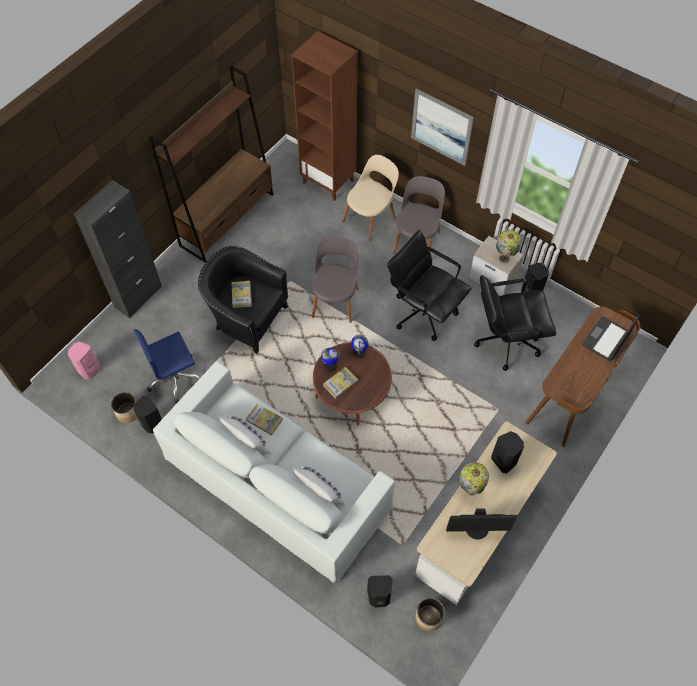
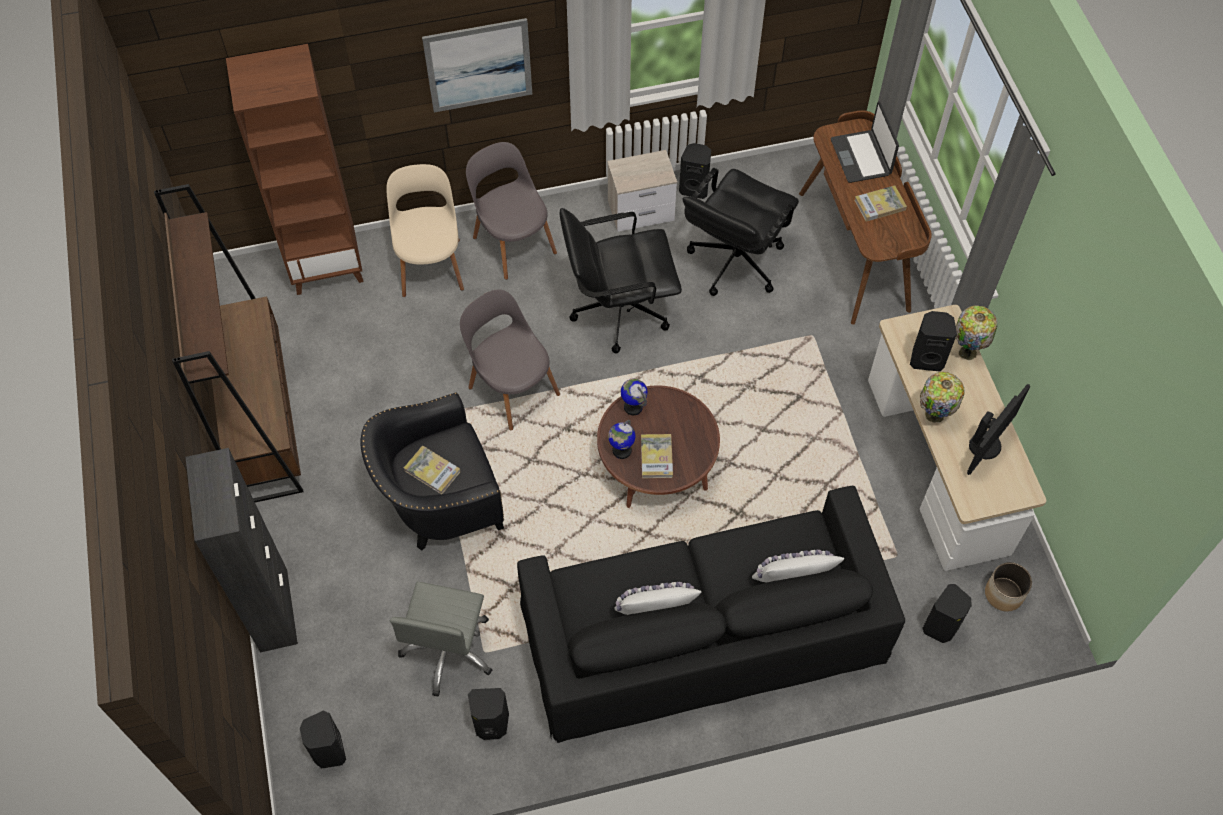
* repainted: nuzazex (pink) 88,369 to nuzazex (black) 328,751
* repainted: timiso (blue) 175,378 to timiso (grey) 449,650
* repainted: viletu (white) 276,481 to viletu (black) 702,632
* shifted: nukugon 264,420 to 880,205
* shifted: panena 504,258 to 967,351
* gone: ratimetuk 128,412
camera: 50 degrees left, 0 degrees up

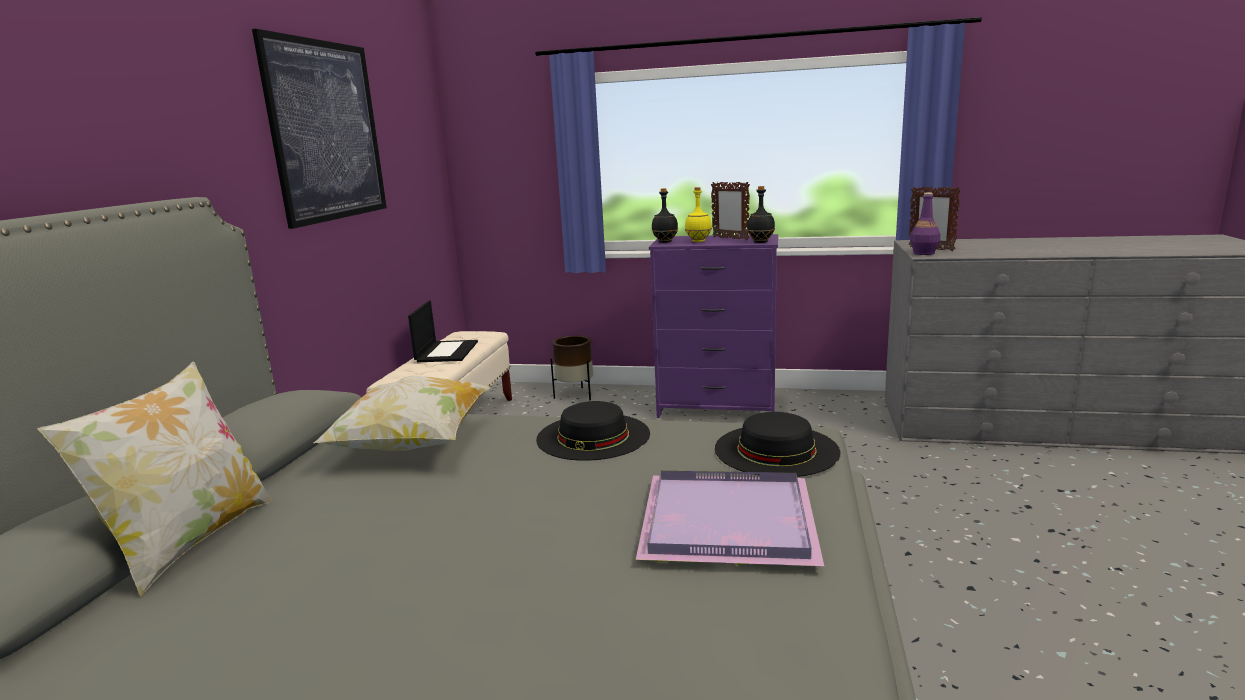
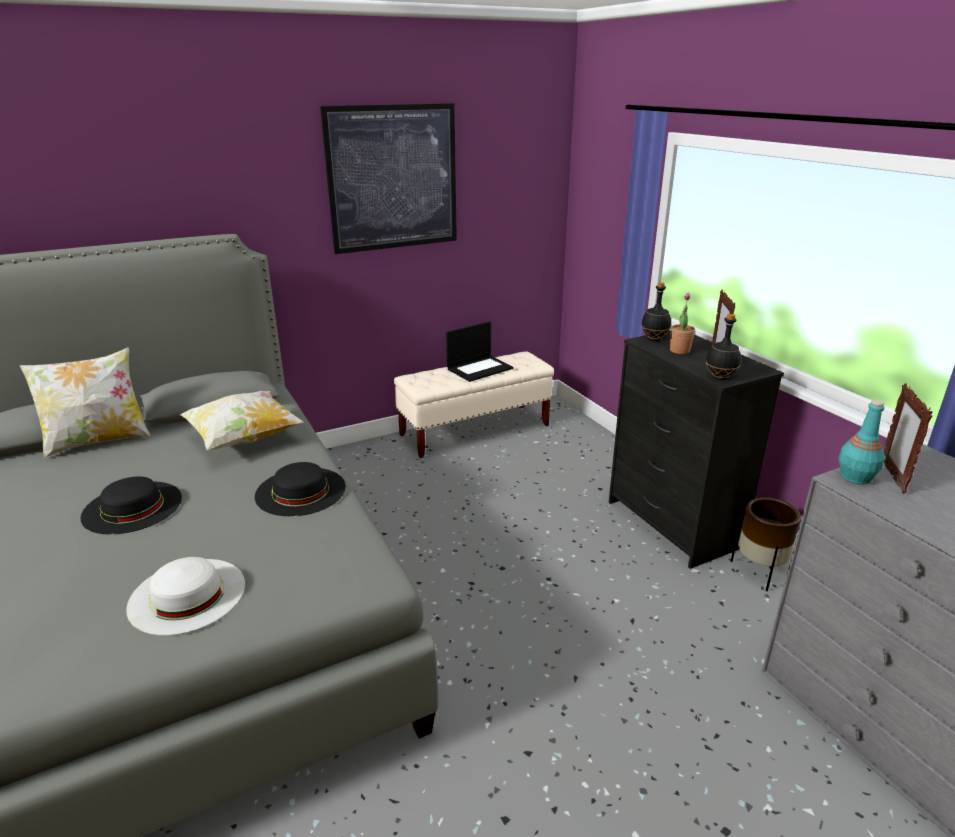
* shifted: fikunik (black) 776,450 to 132,507
* swapped: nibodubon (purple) 724,524 to fikunik (white) 187,595
* repainted: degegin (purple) 717,408 to degegin (black) 672,524
* swapped: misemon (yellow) 698,241 to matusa 679,350
* shifted: ratimetuk (brown) 576,395 to 759,572
* repainted: misemon (purple) 923,253 to misemon (turquoise) 855,477
camera: 50 degrees right, 10 degrees up

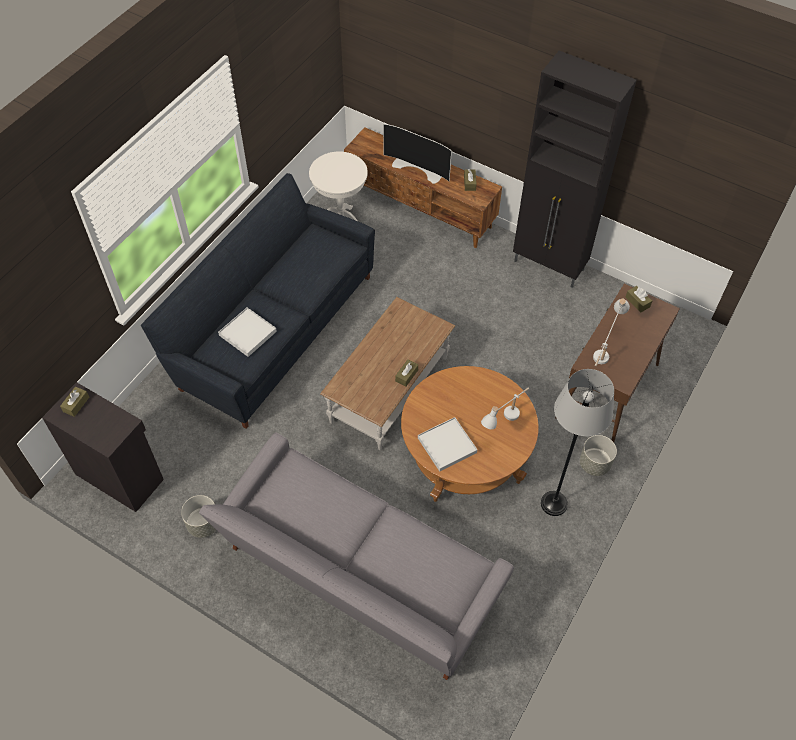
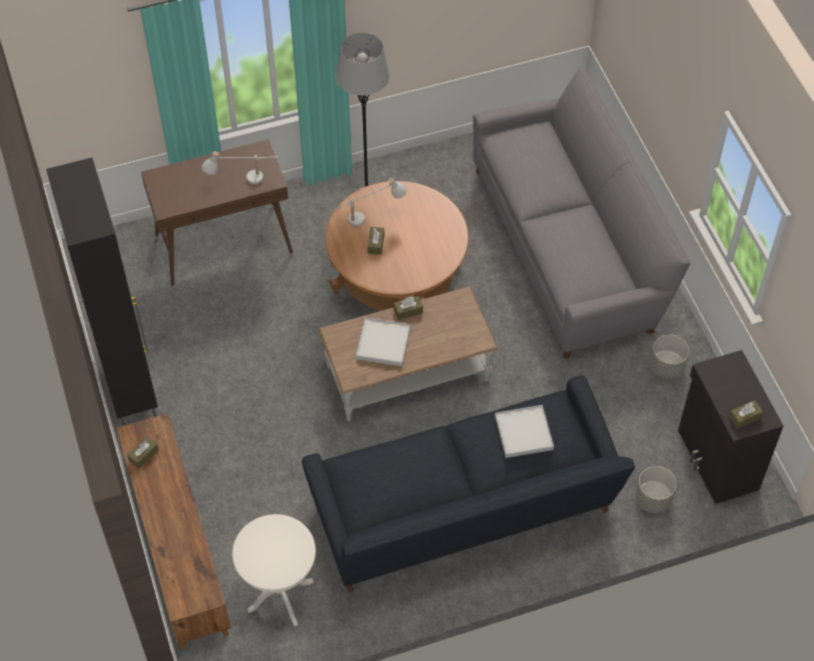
* shifted: nibodubon (white) 447,445 to 383,343
* shifted: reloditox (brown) 637,302 to 376,244
* shifted: ratimetuk (grey) 594,463 to 653,500
* gone: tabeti 418,168
camera: 140 degrees left, 0 degrees up

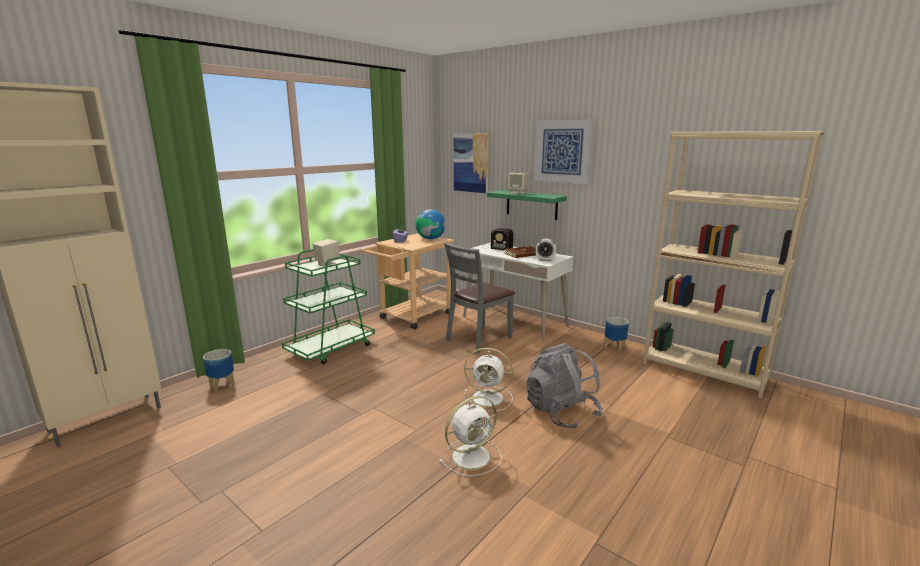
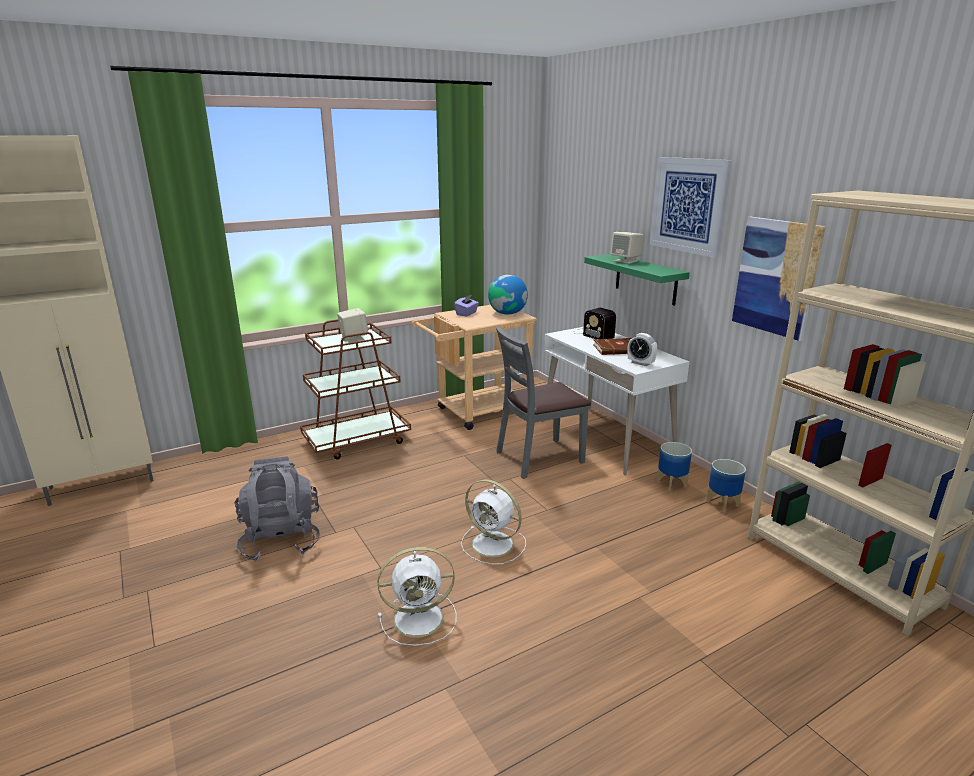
* shifted: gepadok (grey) 561,412 to 281,539
* repainted: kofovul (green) 331,349 to kofovul (brown) 357,440
* shifted: ratimetuk 222,385 to 671,484
* shifted: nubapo 471,162 to 776,277
camera: 20 degrees right, 5 degrees up

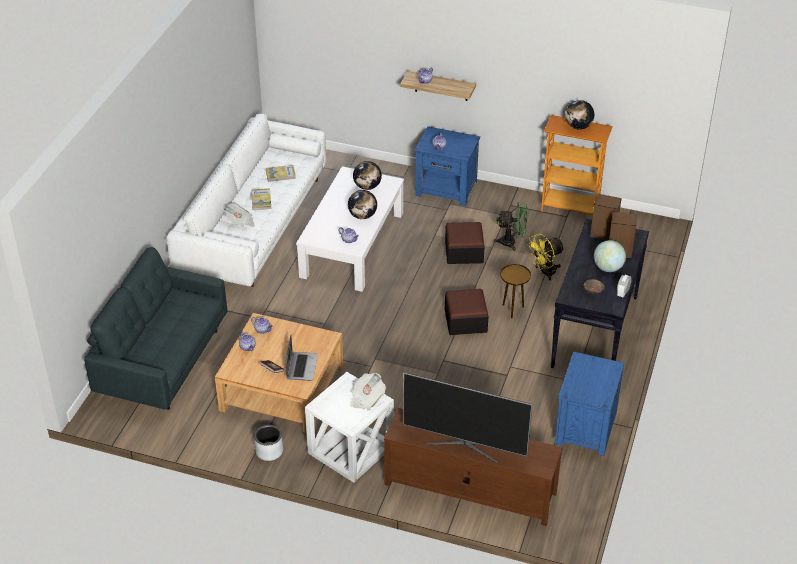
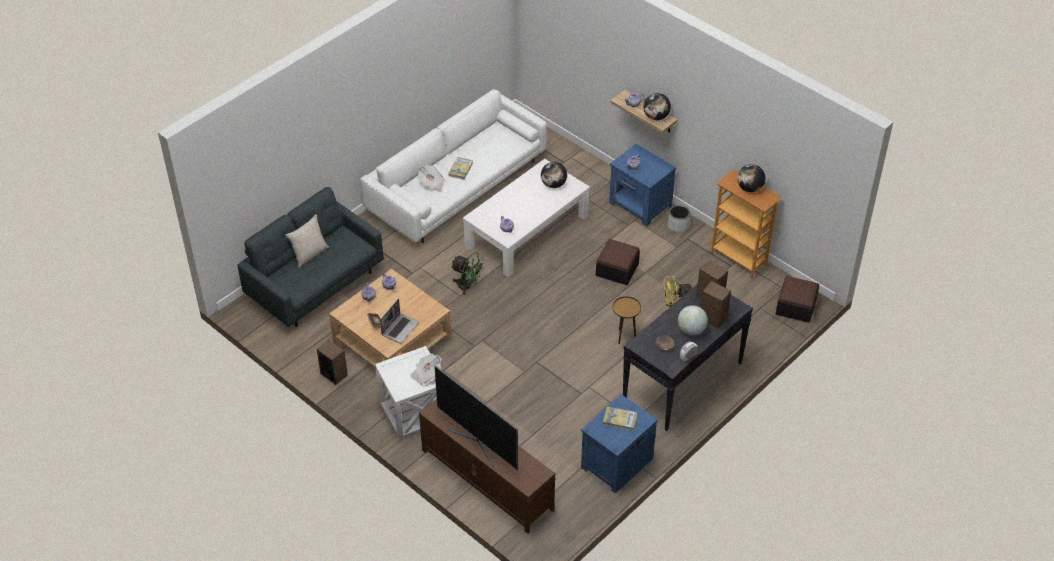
* new: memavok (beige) 309,254
* new: nuzazex 334,374
* shifted: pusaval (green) 512,242 to 468,286
* shifted: nukugon 280,174 to 620,419
* shifted: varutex 362,216 to 656,117
* shifted: ratimetuk (grey) 269,451 to 678,225
* shifted: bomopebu 465,321 to 796,307
camera: 25 degrees right, 5 degrees up

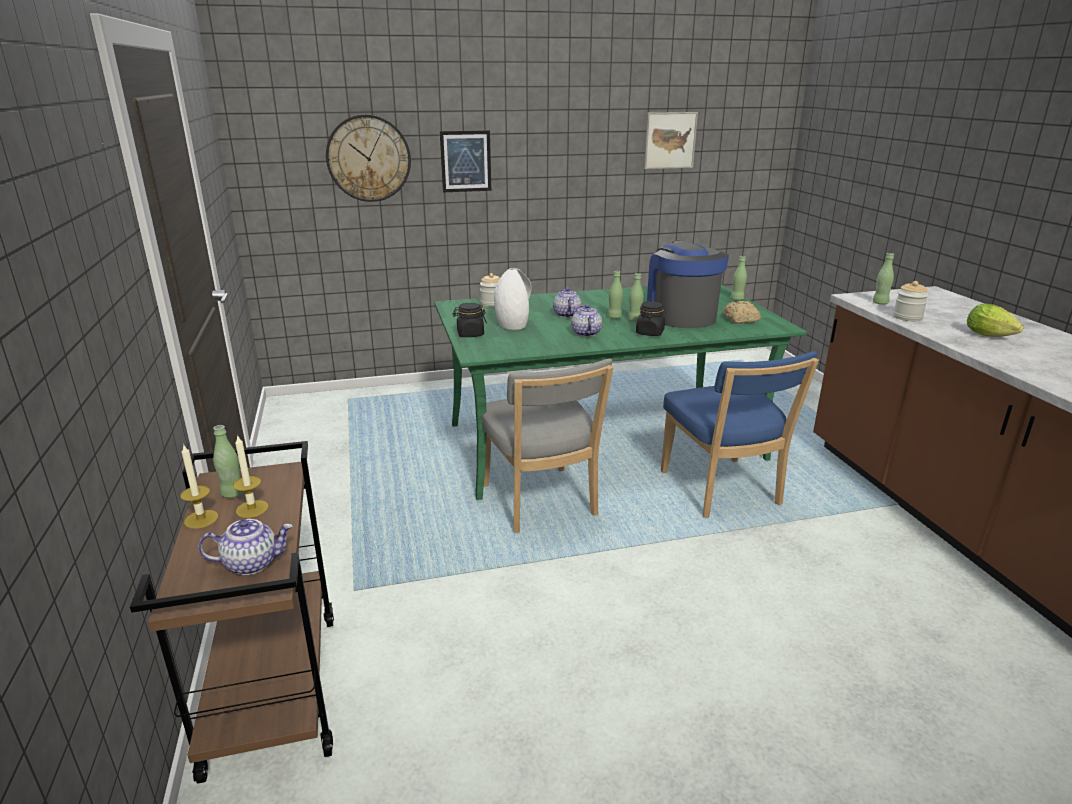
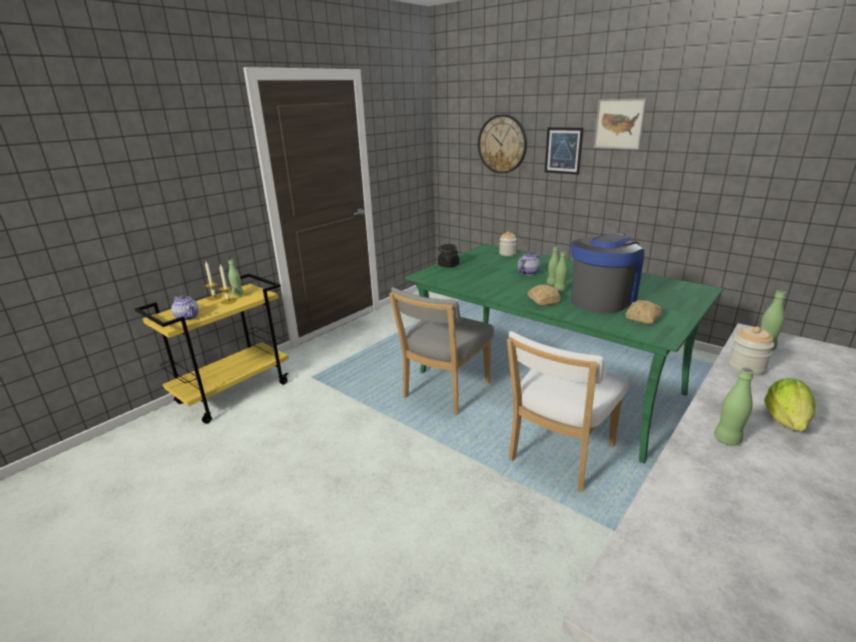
* repainted: kofovul (brown) 272,691 to kofovul (yellow) 234,392
* repainted: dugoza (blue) 722,491 to dugoza (white) 558,455
* swapped: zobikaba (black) 650,333 to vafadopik 543,300
* shifted: nubapo 670,140 to 619,124
* shifted: misemon (green) 737,299 to 727,439
* gone: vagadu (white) 513,325
* gone: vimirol 585,333
camera: 55 degrees right, 0 degrees up

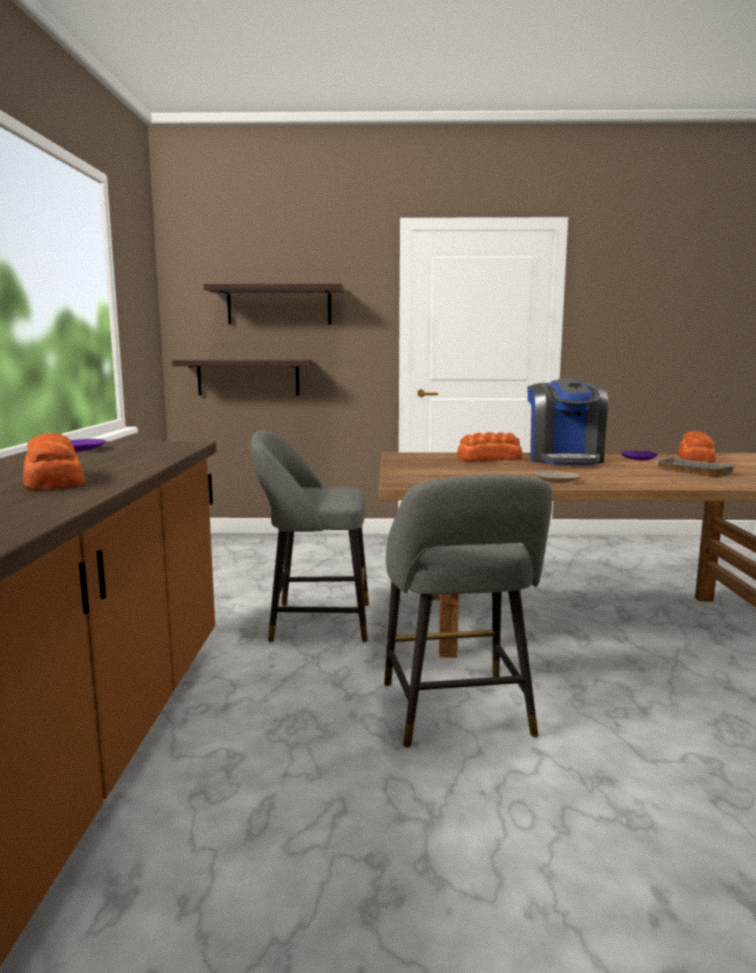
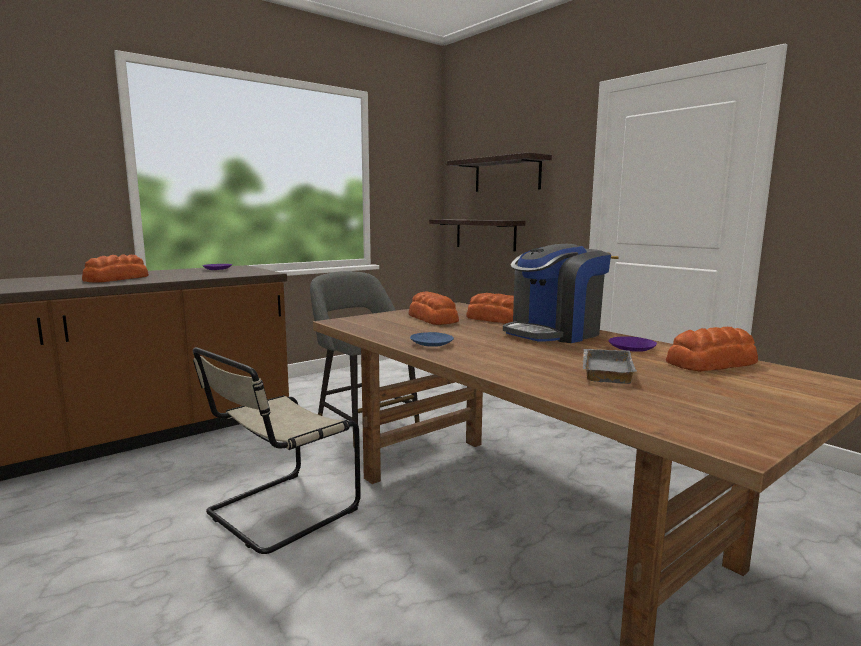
* swapped: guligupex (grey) 458,714 to dugoza (beige) 277,512
* new: vafadopik 432,318
* repainted: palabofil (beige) 556,481 to palabofil (blue) 431,344
camera: 50 degrees right, 0 degrees up

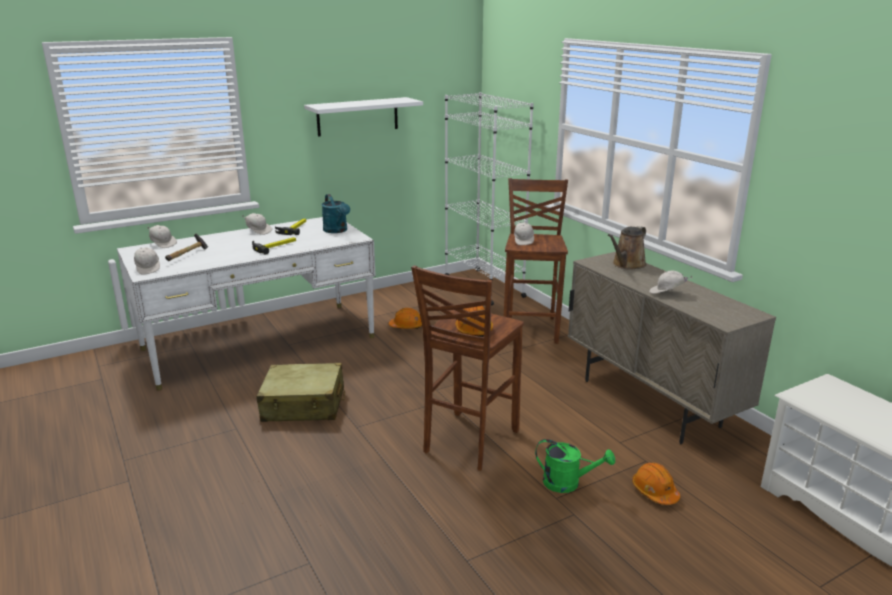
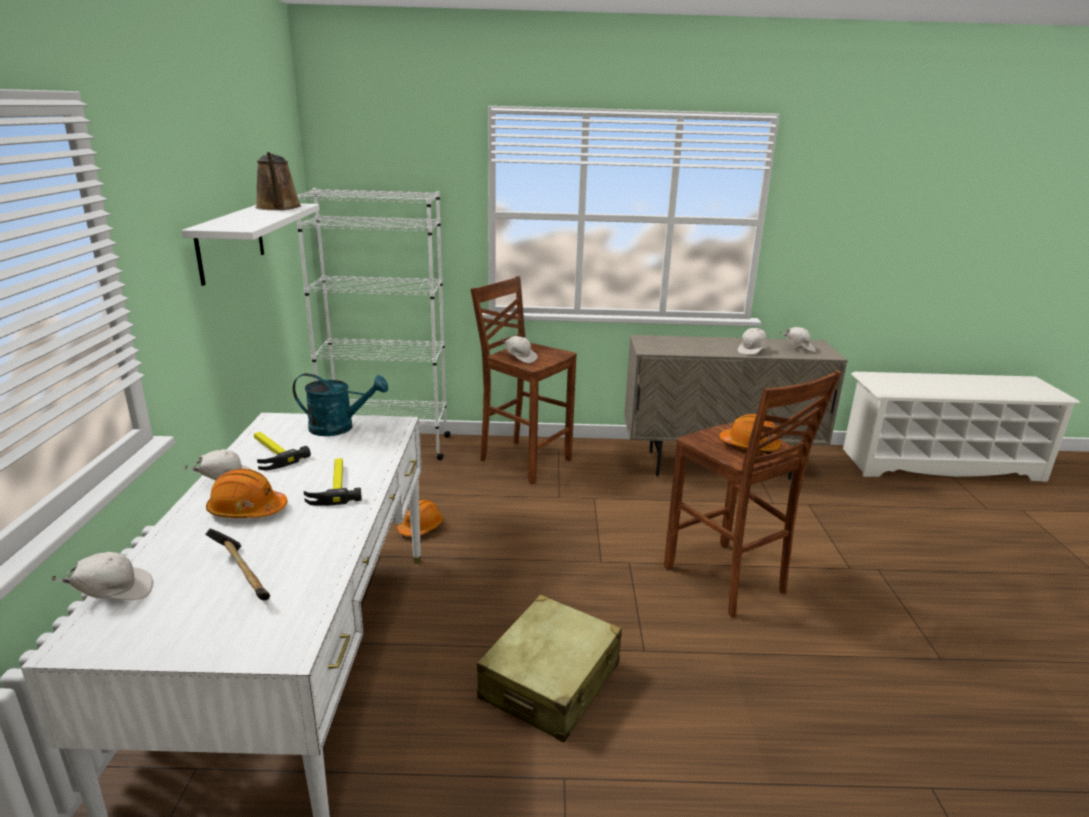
* shifted: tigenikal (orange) 654,491 to 247,510
* shifted: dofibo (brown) 627,265 to 278,208
* shifted: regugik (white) 148,268 to 798,348
* gone: dofibo (green) 568,483
camera: 60 degrees left, 0 degrees up

